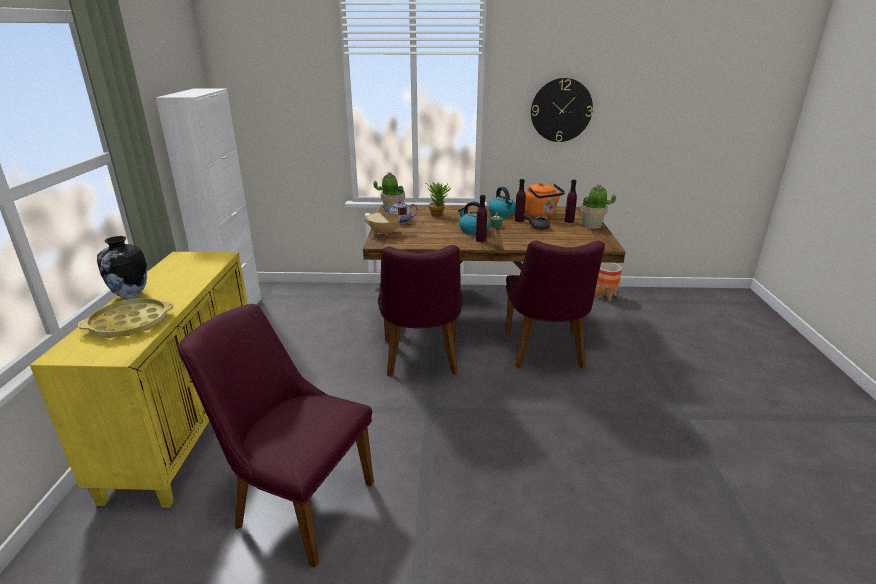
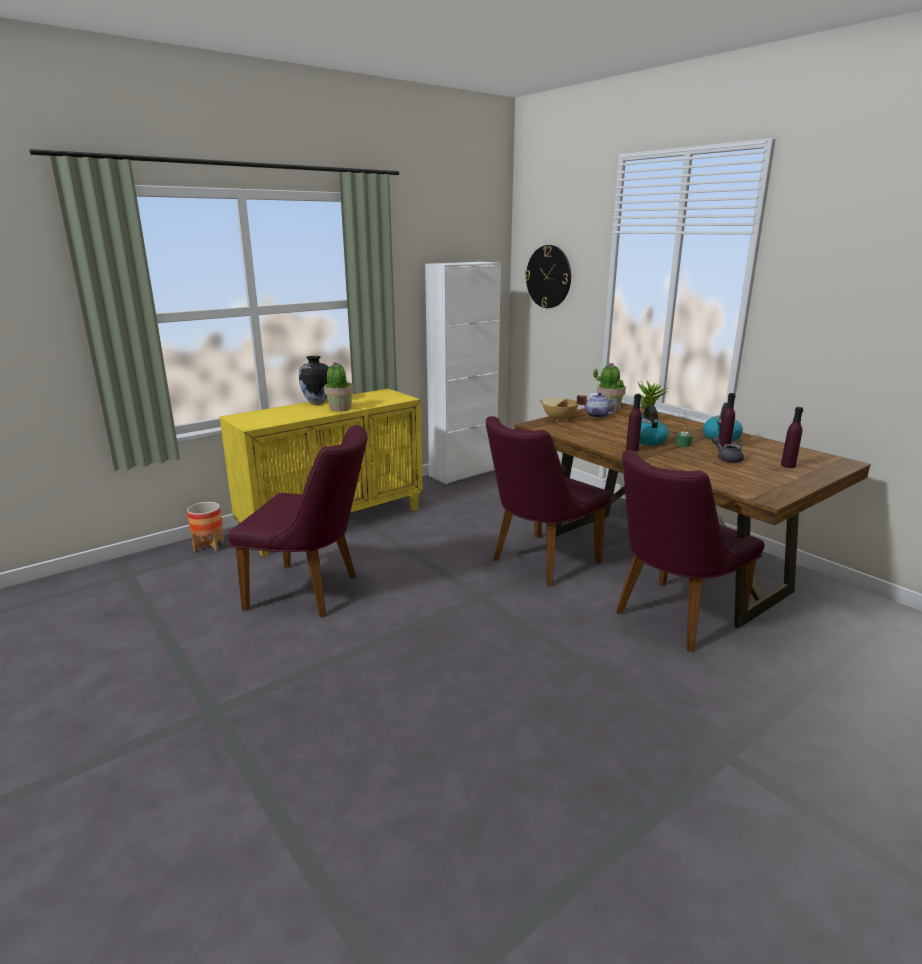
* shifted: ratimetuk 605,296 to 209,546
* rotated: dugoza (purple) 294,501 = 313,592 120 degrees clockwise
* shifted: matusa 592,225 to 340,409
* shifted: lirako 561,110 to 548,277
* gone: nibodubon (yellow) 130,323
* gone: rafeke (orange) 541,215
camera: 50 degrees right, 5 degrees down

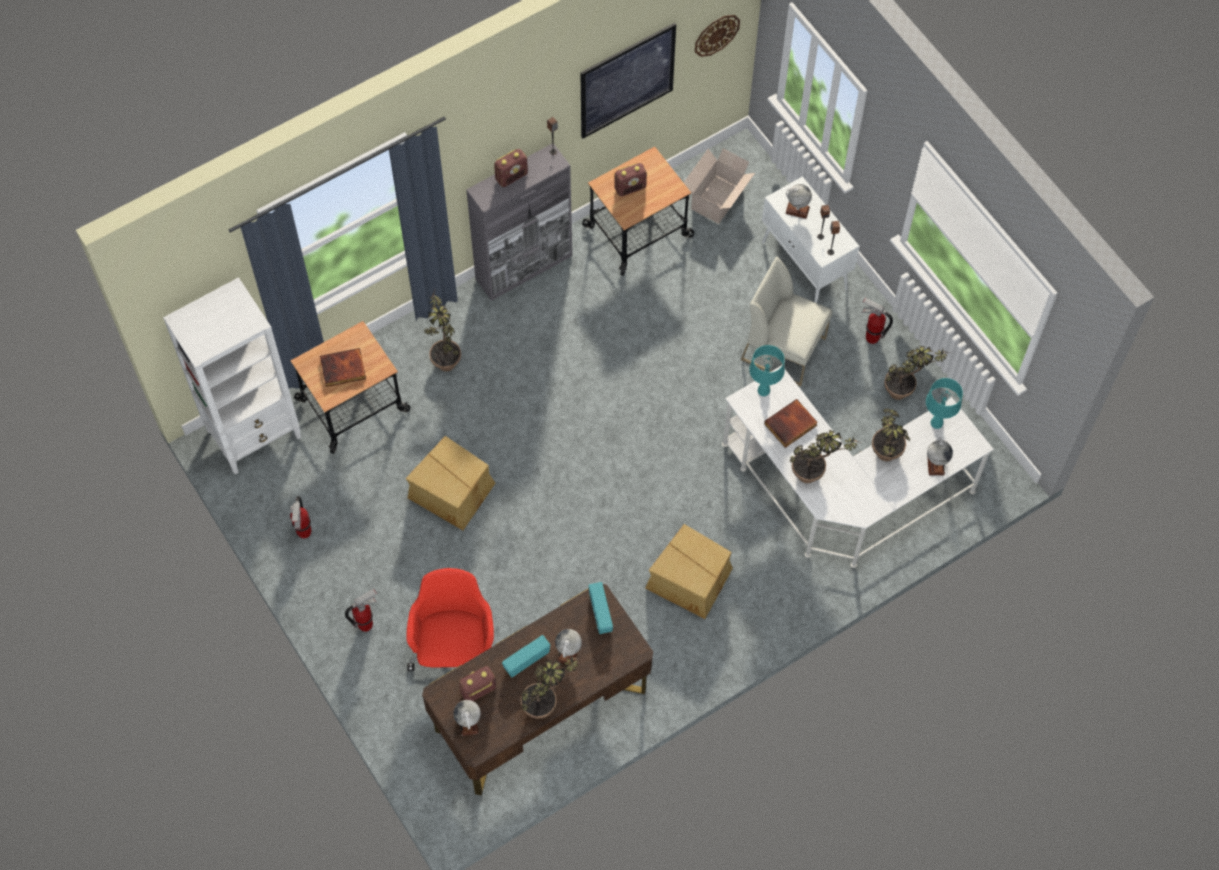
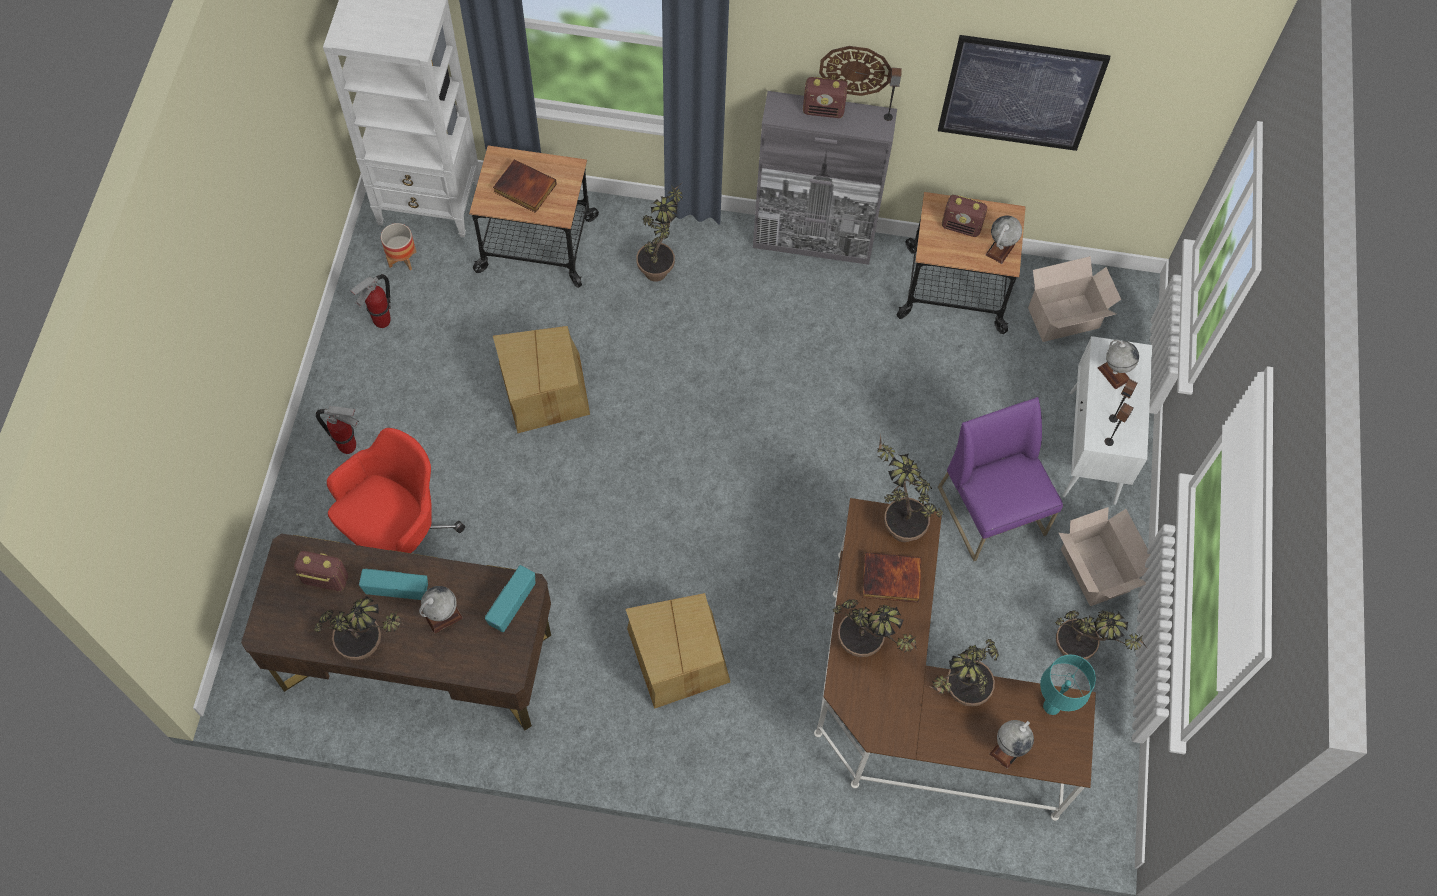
* new: ratimetuk 402,259
* repainted: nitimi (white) 843,493 to nitimi (brown) 914,703
* shifted: lirako 716,35 to 855,69
* swapped: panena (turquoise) 763,390 to matusa 897,522
* repainted: dugoza (white) 784,348 to dugoza (purple) 993,511
* shifted: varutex 468,723 to 1000,250
* swapped: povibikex 871,338 to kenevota 1095,572
camera: 40 degrees right, 0 degrees up

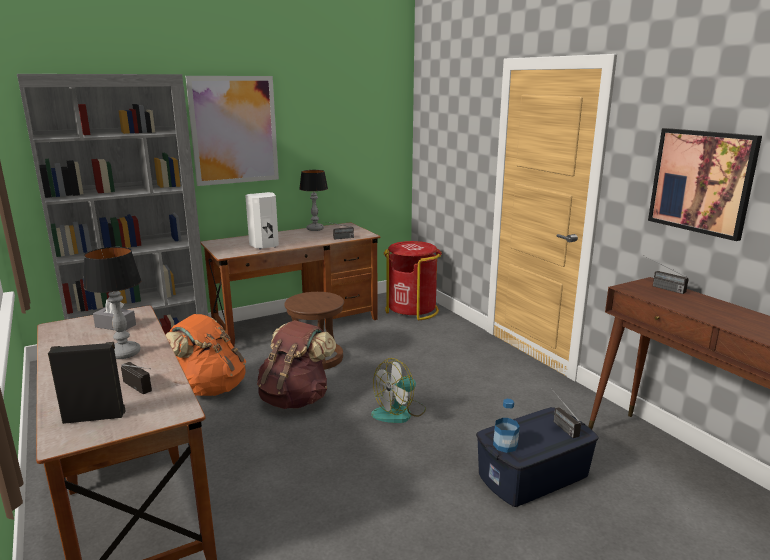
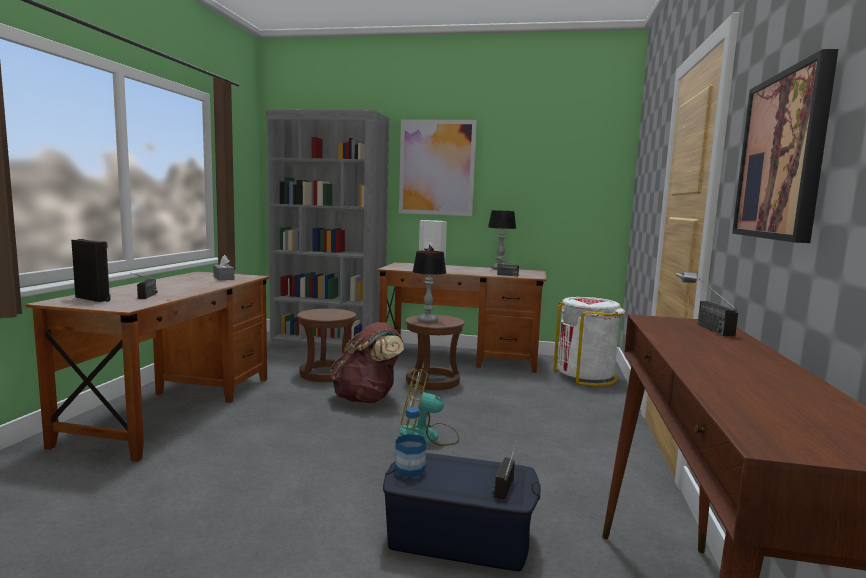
* swapped: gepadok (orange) 210,388 to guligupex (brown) 326,373
* shifted: panena 124,354 to 427,321
* repainted: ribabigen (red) 412,310 to ribabigen (white) 585,376
camera: 40 degrees right, 10 degrees down

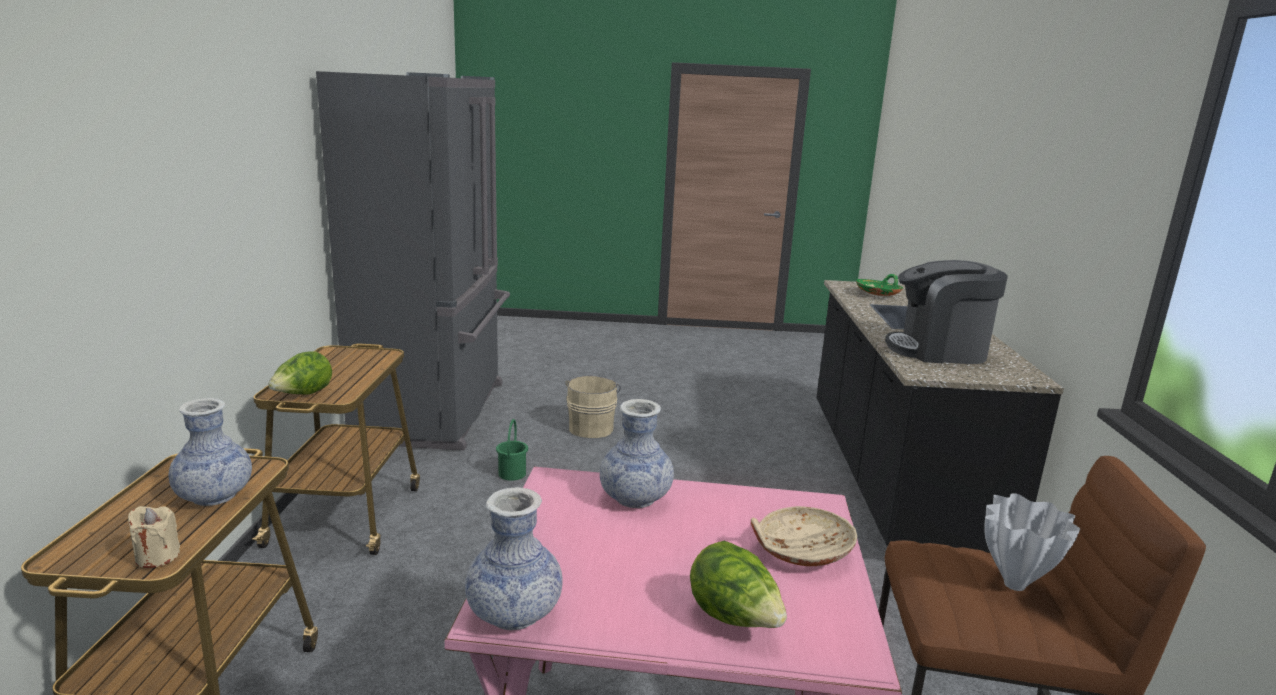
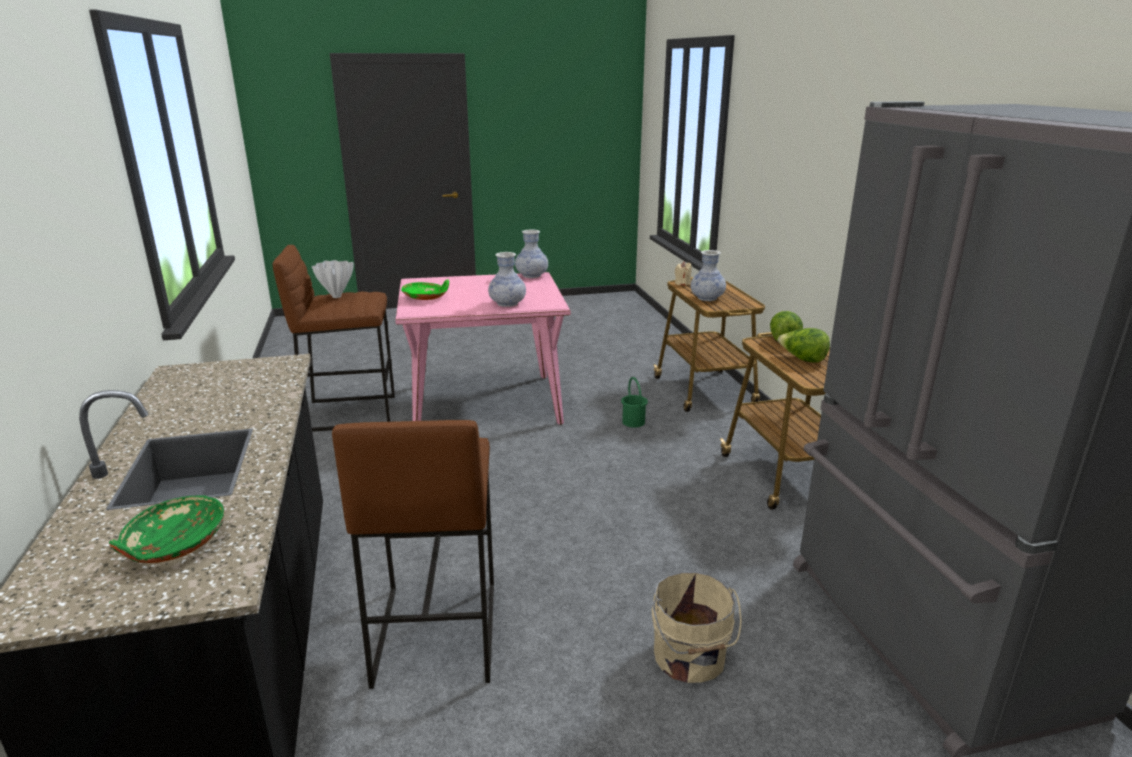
* new: guligupex (brown) 435,632
* repainted: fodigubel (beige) 801,551 to fodigubel (green) 426,298
* shifted: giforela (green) 511,474 to 633,422
* shifted: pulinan 734,619 to 802,360
* gone: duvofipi 938,350
camera: 165 degrees right, 5 degrees up

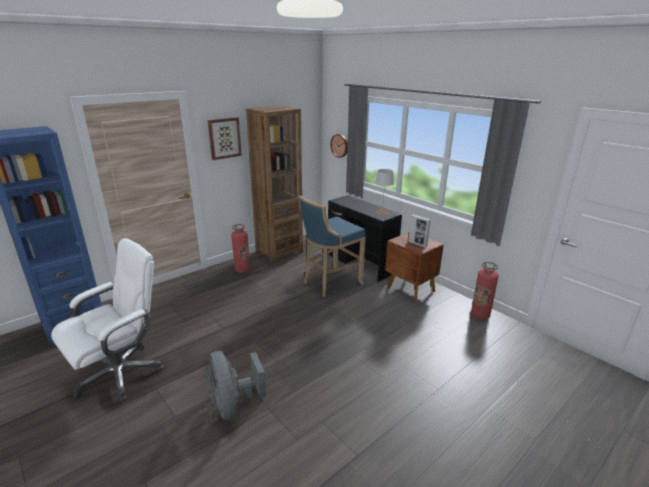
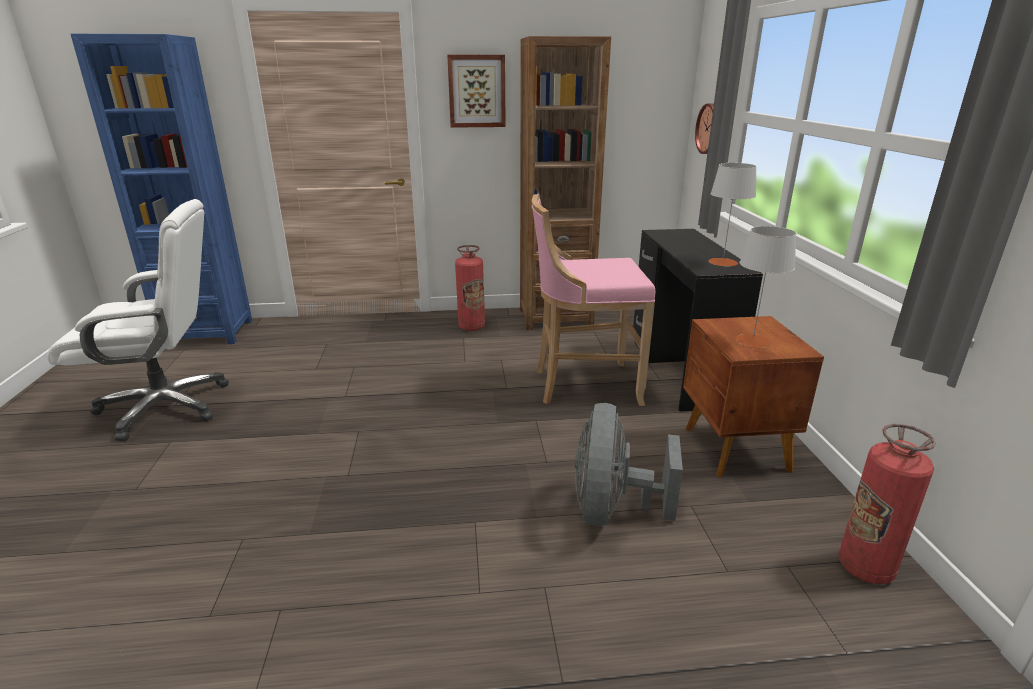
* repainted: guligupex (blue) 330,283 to guligupex (pink) 583,385
* shifted: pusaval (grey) 233,404 to 613,509
* swapped: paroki 417,244 to panena (grey) 752,341
camera: 35 degrees right, 0 degrees up

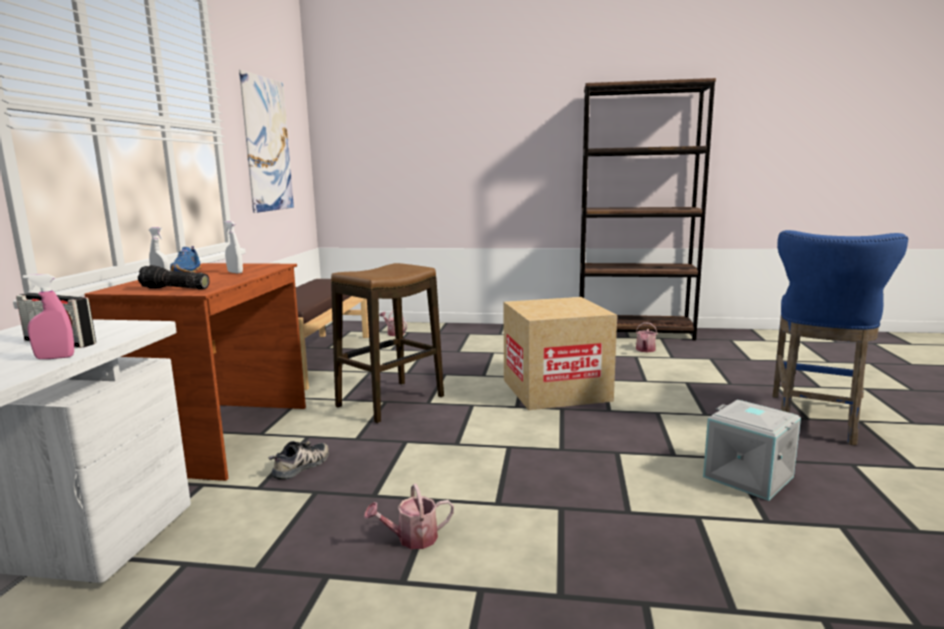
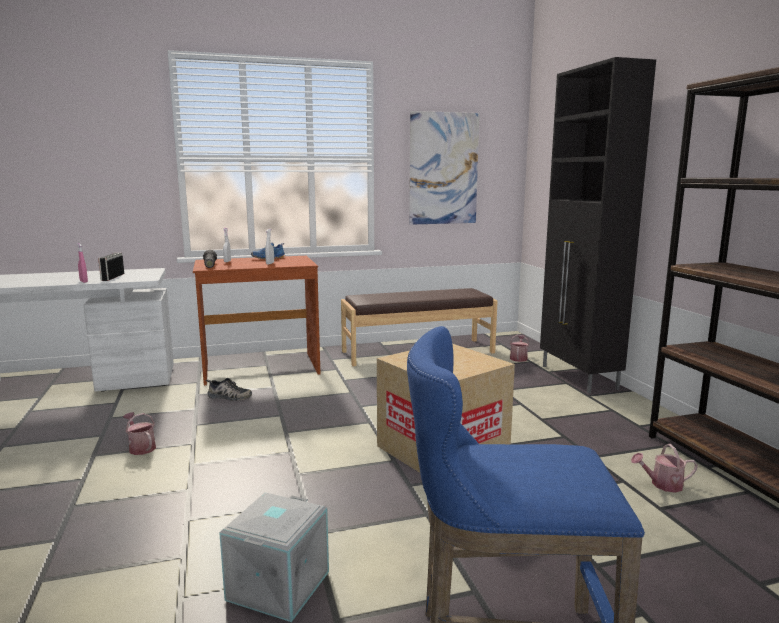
* new: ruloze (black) 579,377
* gone: guligupex 390,402
camera: 65 degrees right, 0 degrees up

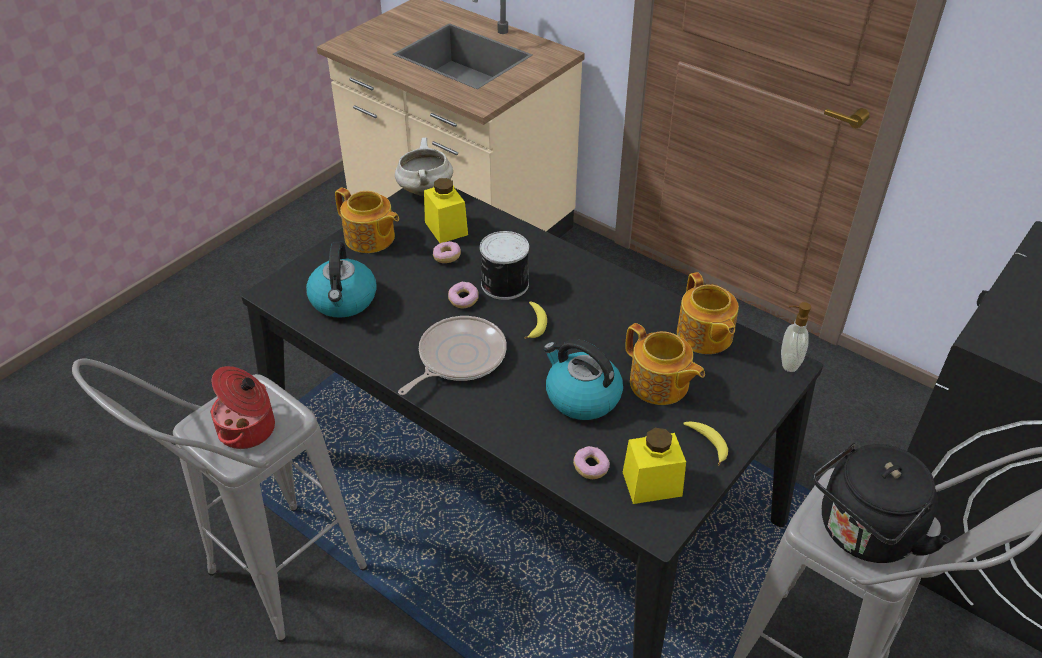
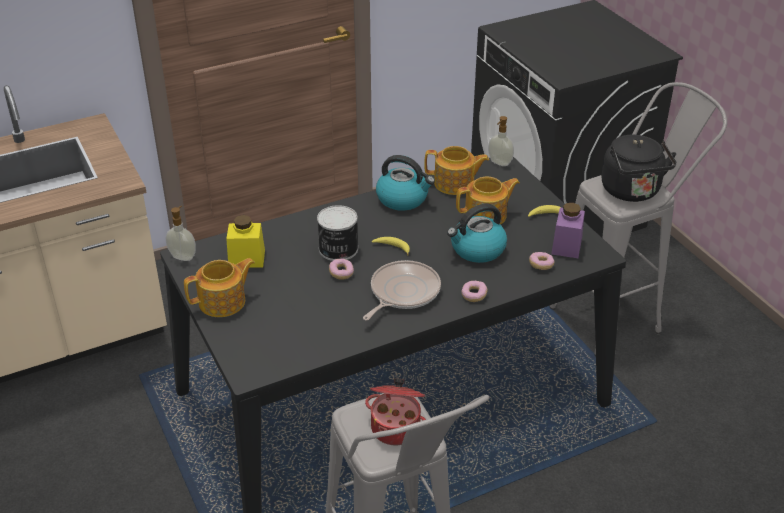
* swapped: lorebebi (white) 424,189 to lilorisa 183,256
* rotated: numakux 458,357 = 402,292 60 degrees clockwise
* shifted: rafeke 343,300 to 403,199
* shifted: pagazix 447,257 to 474,295
* repainted: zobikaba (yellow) 652,484 to zobikaba (purple) 566,246
camera: 65 degrees left, 5 degrees down

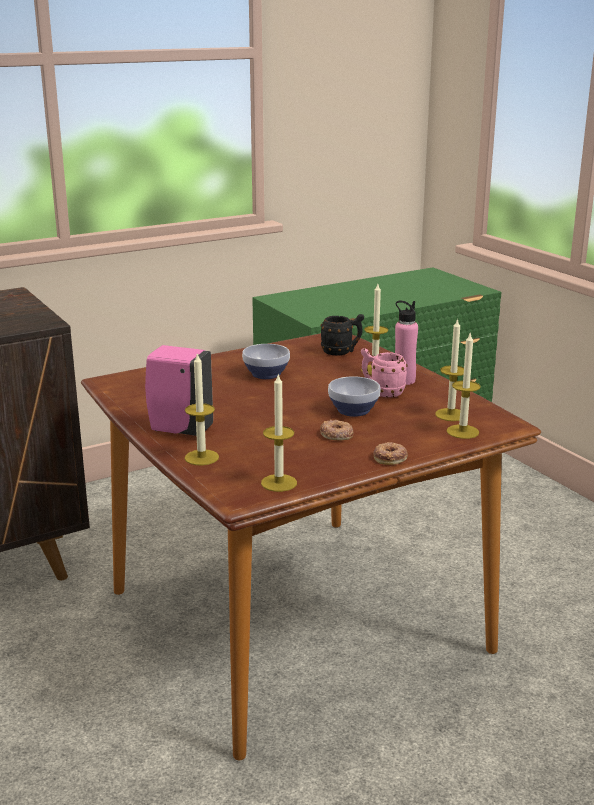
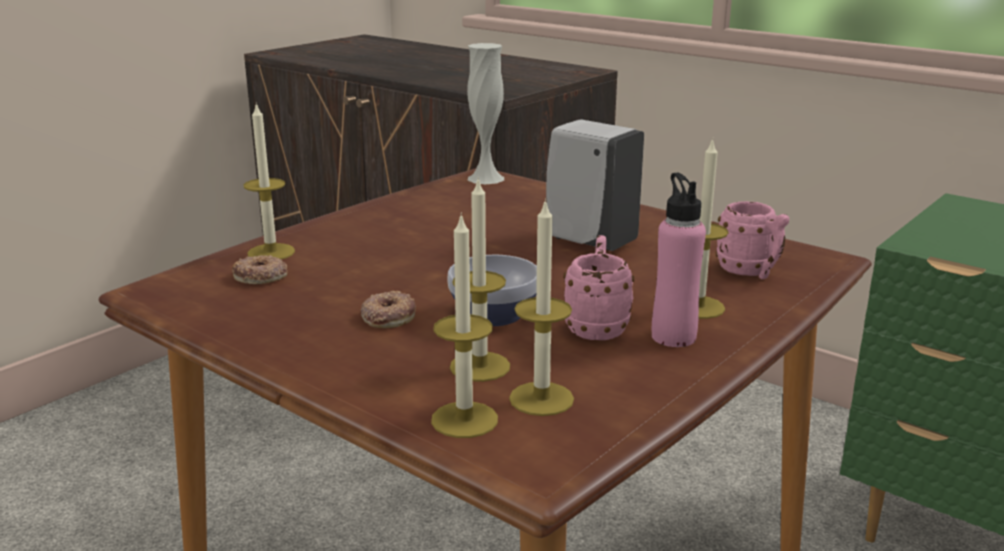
* shifted: pagazix 390,457 to 260,276
* shifted: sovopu 279,483 to 480,366
* new: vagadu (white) 486,178
* swapped: fodigubel 267,374 to lilorisa (white) 588,241
* repainted: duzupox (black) 342,352 to duzupox (pink) 751,272
* gone: lilorisa (pink) 179,430
camera: 70 degrees right, 0 degrees up

